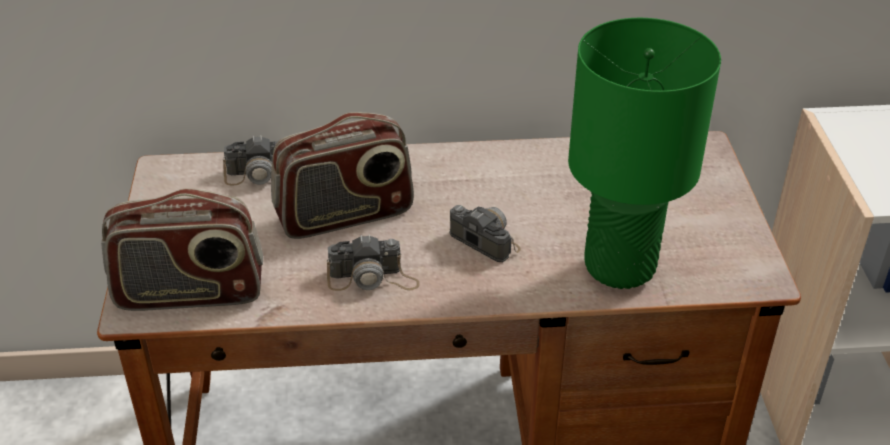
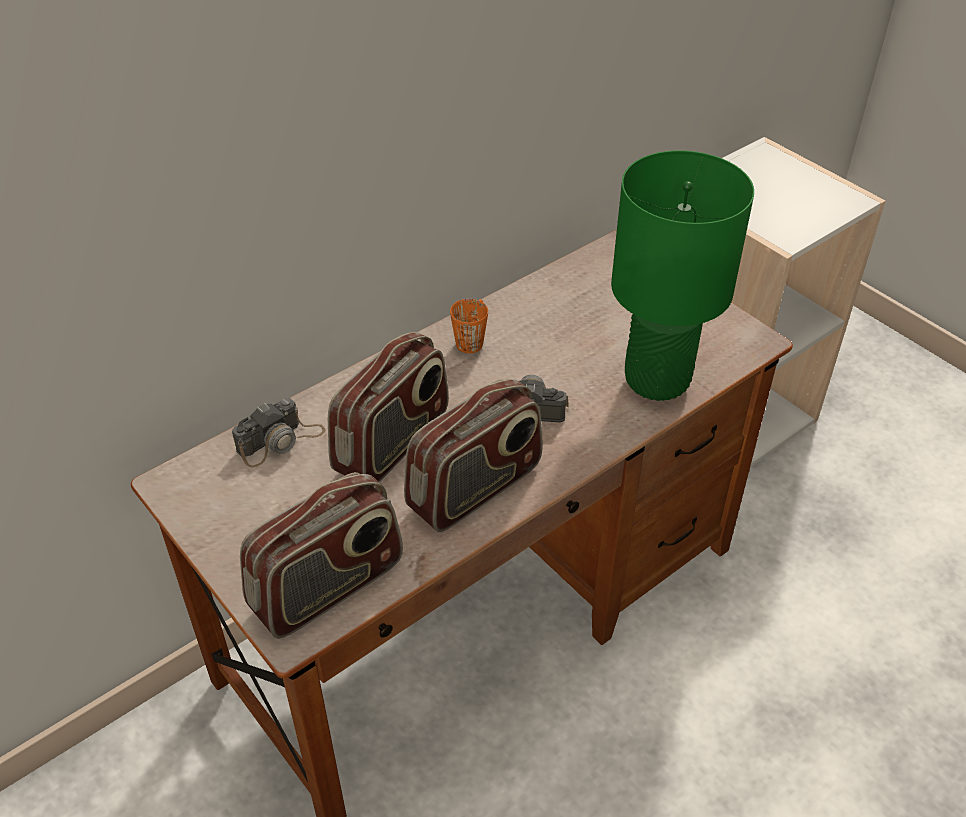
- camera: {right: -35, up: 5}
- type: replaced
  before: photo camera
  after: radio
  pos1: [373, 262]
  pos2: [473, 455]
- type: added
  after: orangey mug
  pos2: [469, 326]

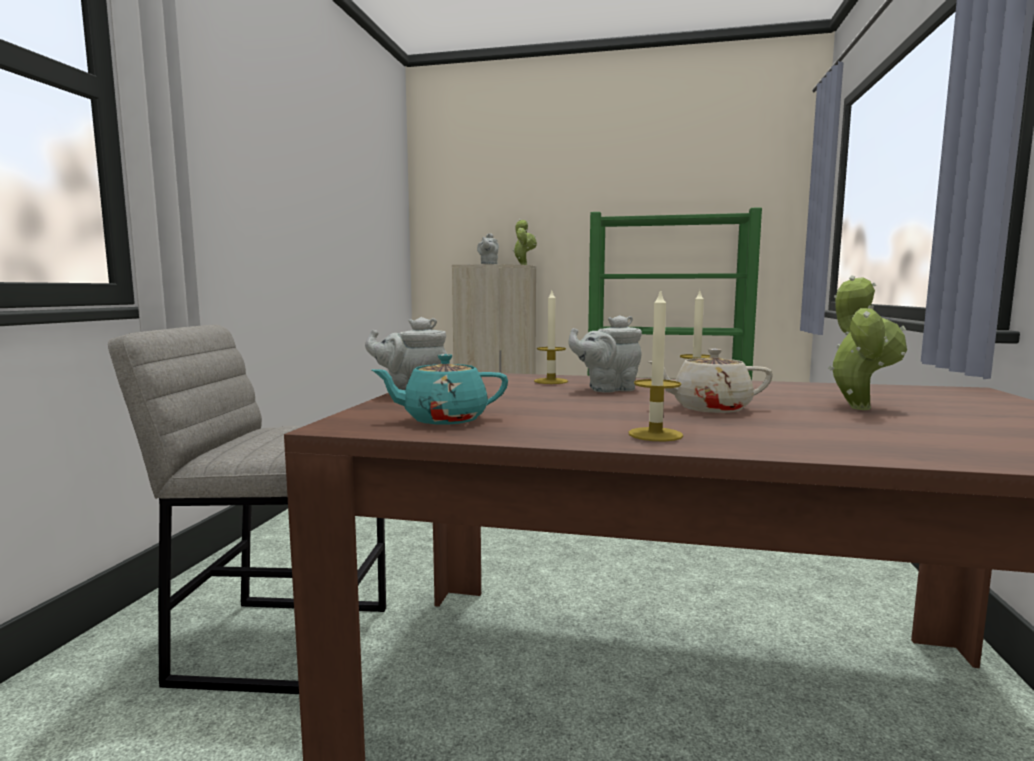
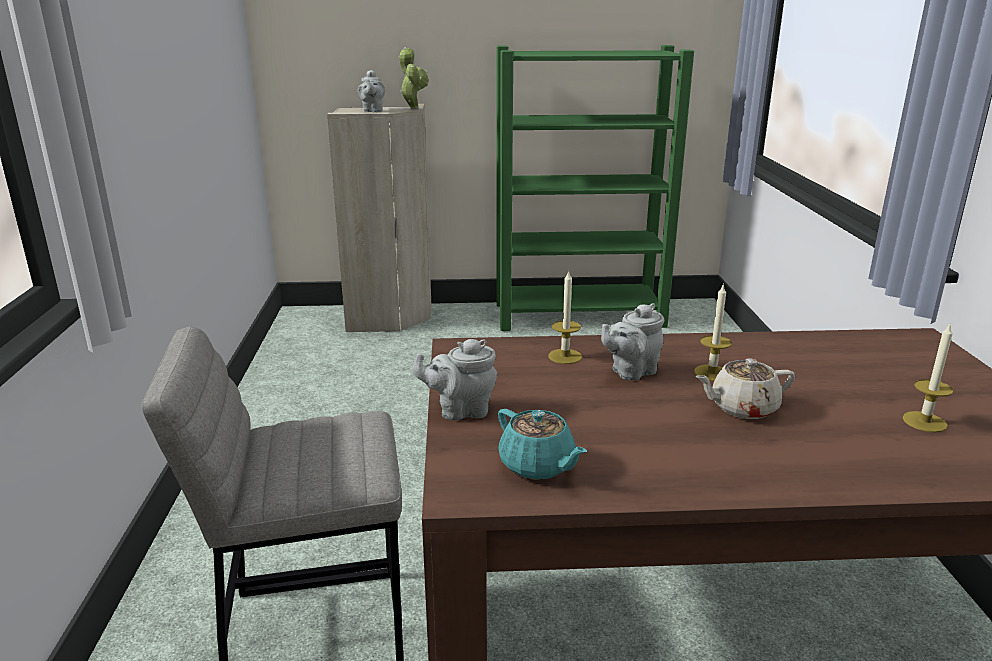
- camera: {right: -15, up: 15}
- type: removed
  before: houseplant
  pos1: [867, 342]
- type: moved
  before: wax candle
  pos1: [655, 364]
  pos2: [928, 378]
- type: turned
  before: turquoise teapot
  pos1: [440, 389]
  pos2: [542, 444]
  turn: -105

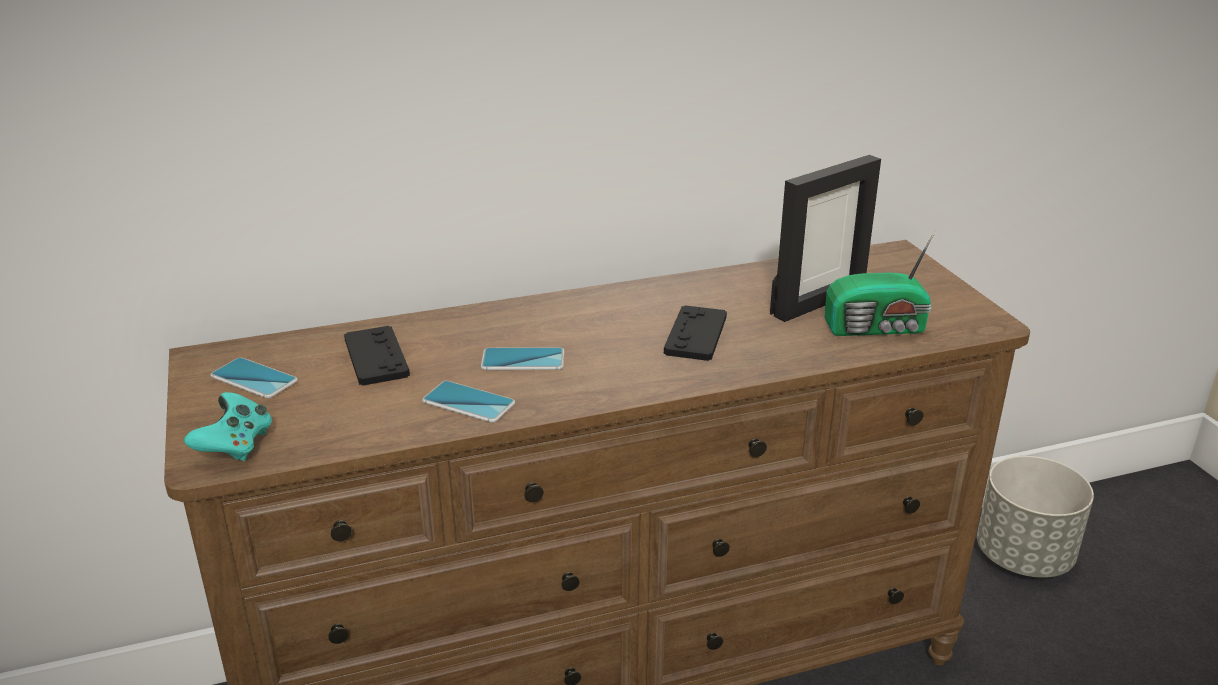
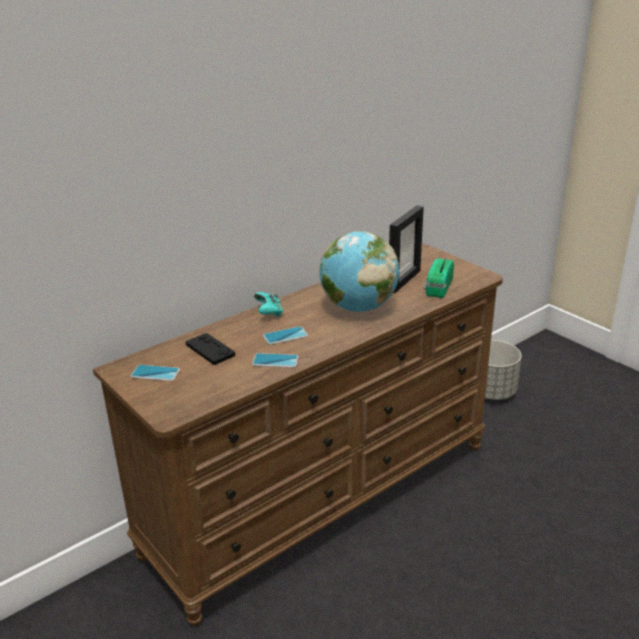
- camera: {right: -20, up: 0}
- type: turned
  before: radio
  pos1: [880, 283]
  pos2: [439, 278]
  turn: 135
- type: replaced
  before: black joypad
  after: desk globe
  pos1: [695, 333]
  pos2: [359, 271]
- type: moved
  before: turquoise joypad
  pos1: [228, 426]
  pos2: [268, 304]

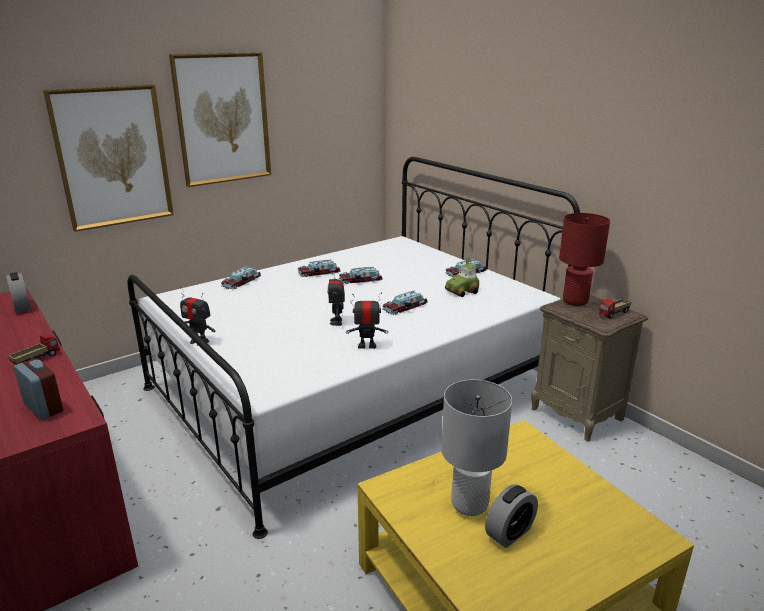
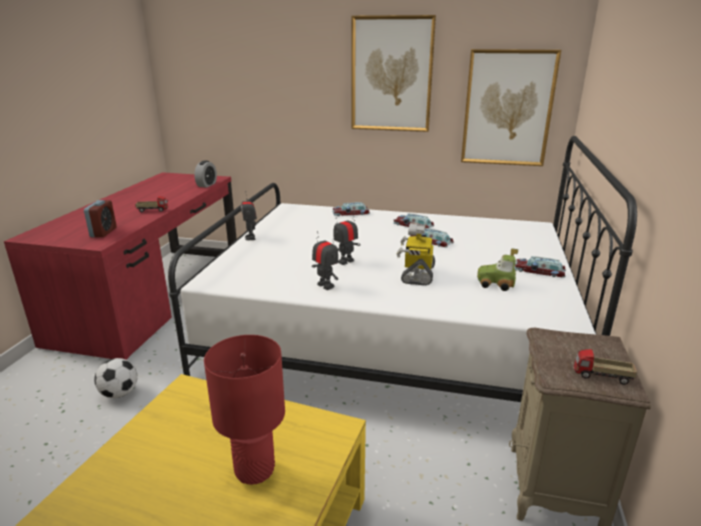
- camera: {right: 50, up: 0}
- type: moved
  before: wall art
  pos1: [108, 158]
  pos2: [511, 107]
- type: moved
  before: red-coloured lamp for a table
  pos1: [584, 259]
  pos2: [244, 410]
- type: replaced
  before: model car
  after: model robot
  pos1: [405, 302]
  pos2: [416, 254]
- type: removed
  before: gray lamp for a table
  pos1: [476, 448]
- type: removed
  before: bedside clock
  pos1: [511, 516]
- type: added
  after: football ball
  pos2: [115, 378]

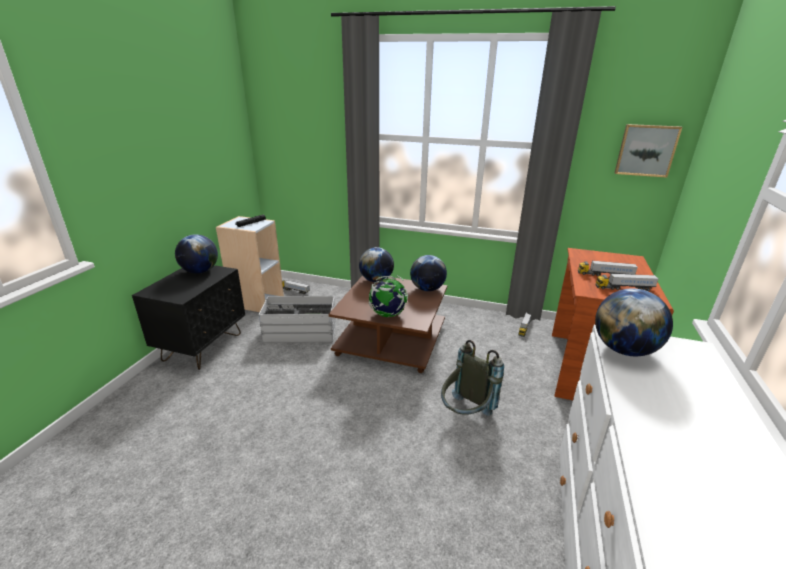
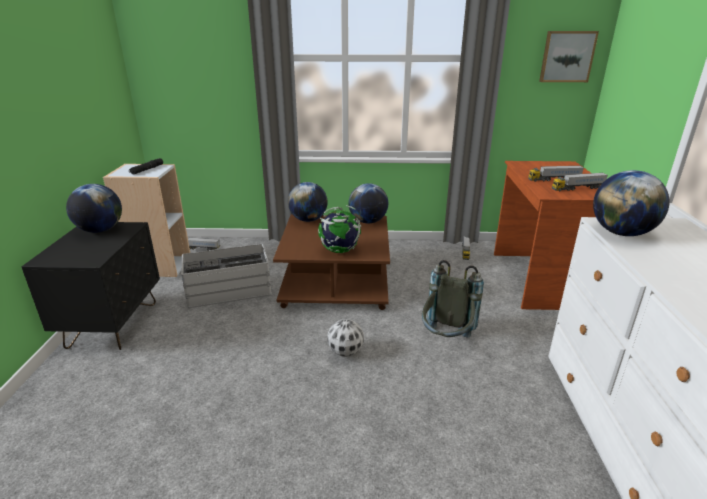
- camera: {right: -15, up: 0}
- type: added
  after: football ball
  pos2: [345, 338]

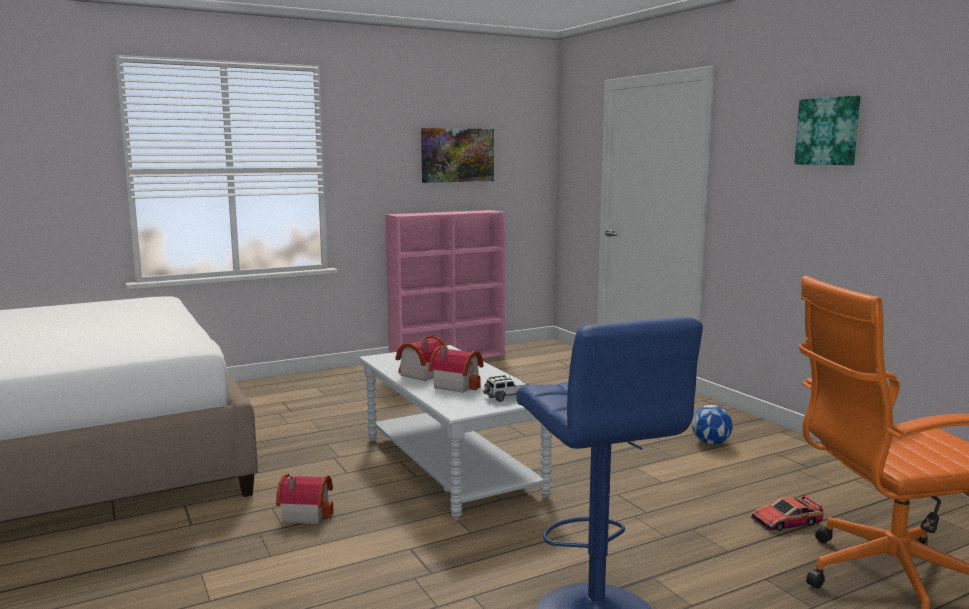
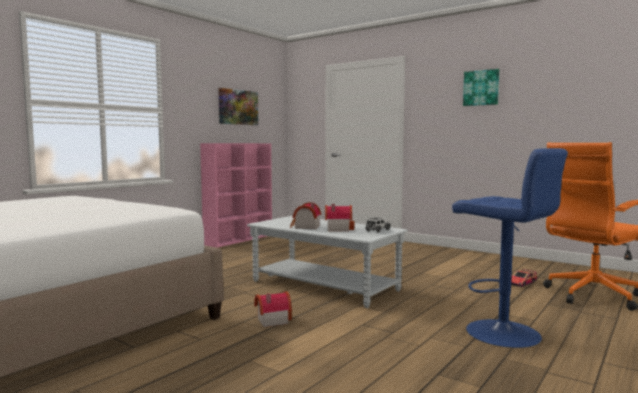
- camera: {right: -25, up: -5}
- type: removed
  before: football ball
  pos1: [712, 425]

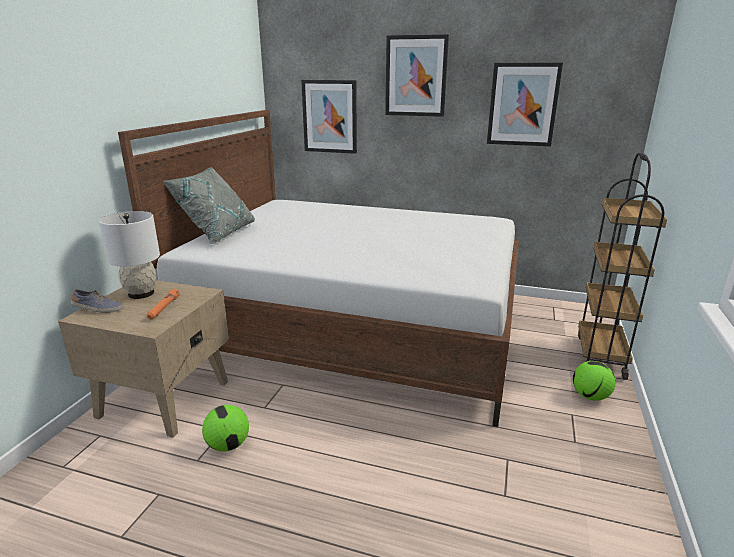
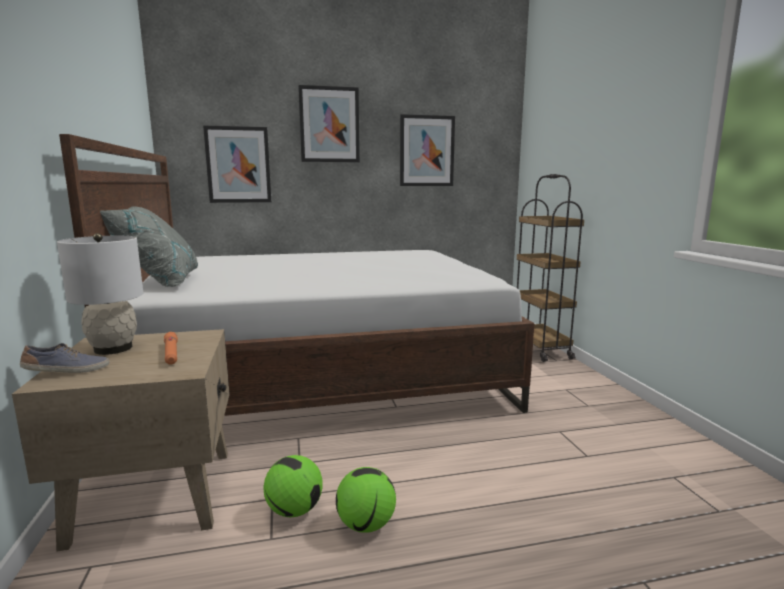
- camera: {right: -30, up: -10}
- type: moved
  before: football ball
  pos1: [594, 381]
  pos2: [366, 500]

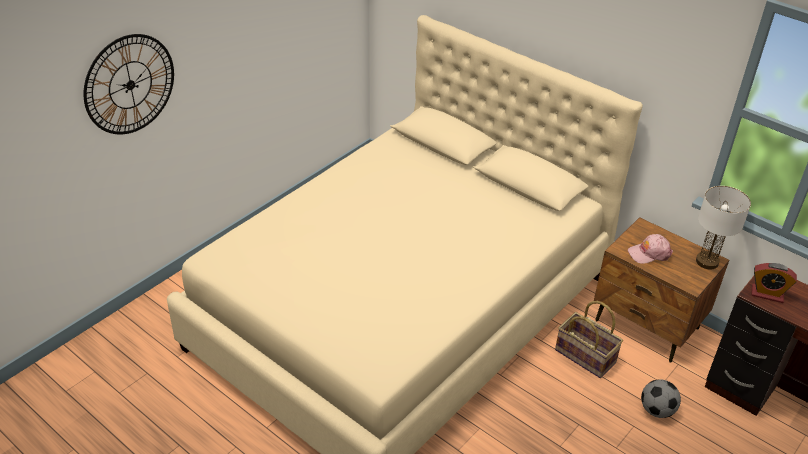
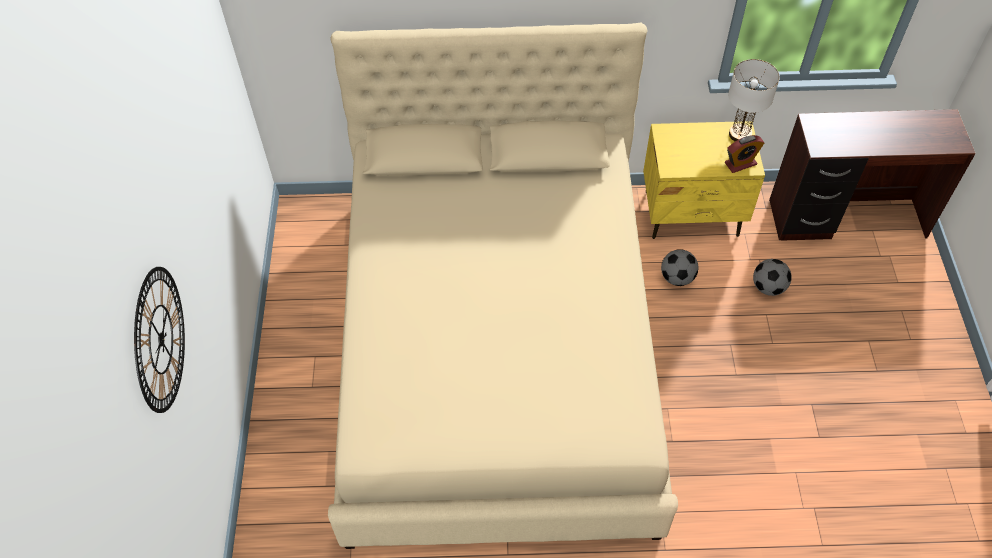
- camera: {right: -40, up: 15}
- type: recoloured
  before: brownish bedside table
  after: yellow bedside table
  pos1: [661, 290]
  pos2: [704, 180]
- type: removed
  before: pinkish peaked cap
  pos1: [650, 249]
- type: moved
  before: bedside clock
  pos1: [774, 283]
  pos2: [745, 154]
- type: replaced
  before: basket
  after: football ball
  pos1: [589, 339]
  pos2: [680, 267]

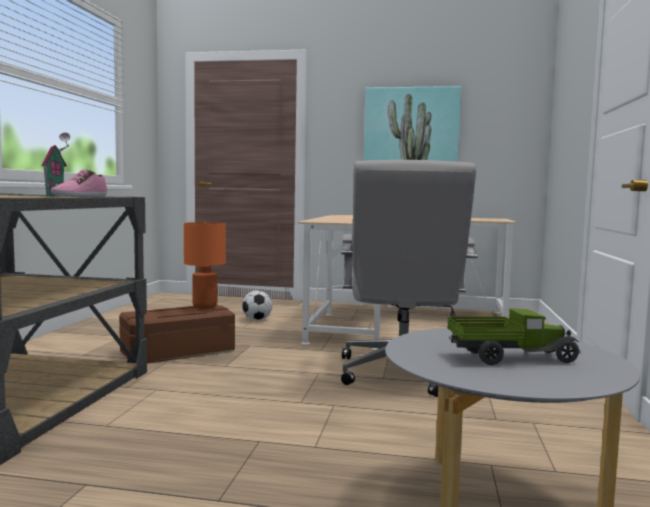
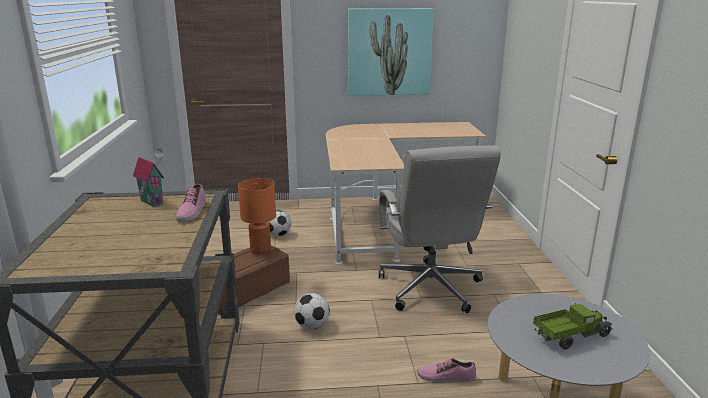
- camera: {right: -15, up: 15}
- type: added
  after: football ball
  pos2: [312, 311]
- type: added
  after: item of footwear
  pos2: [446, 370]

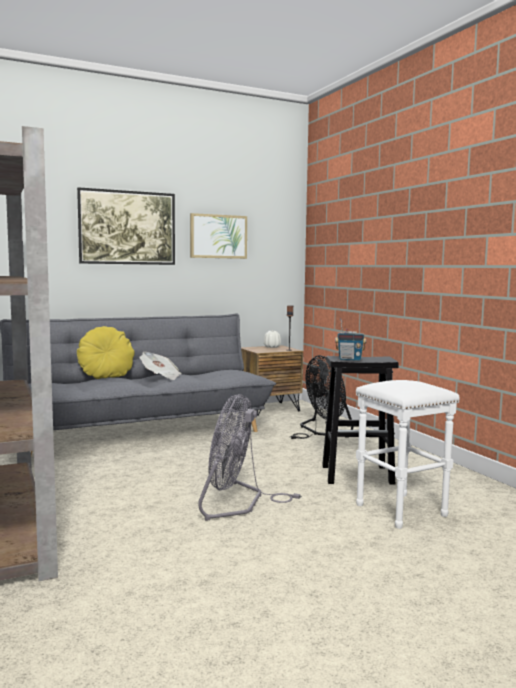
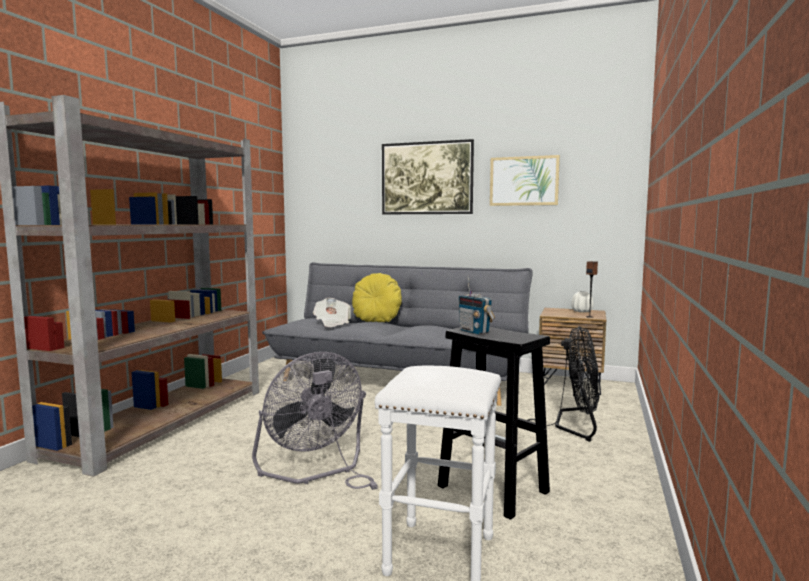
- camera: {right: 45, up: 0}
- type: moved
  before: daily paper
  pos1: [161, 366]
  pos2: [332, 312]

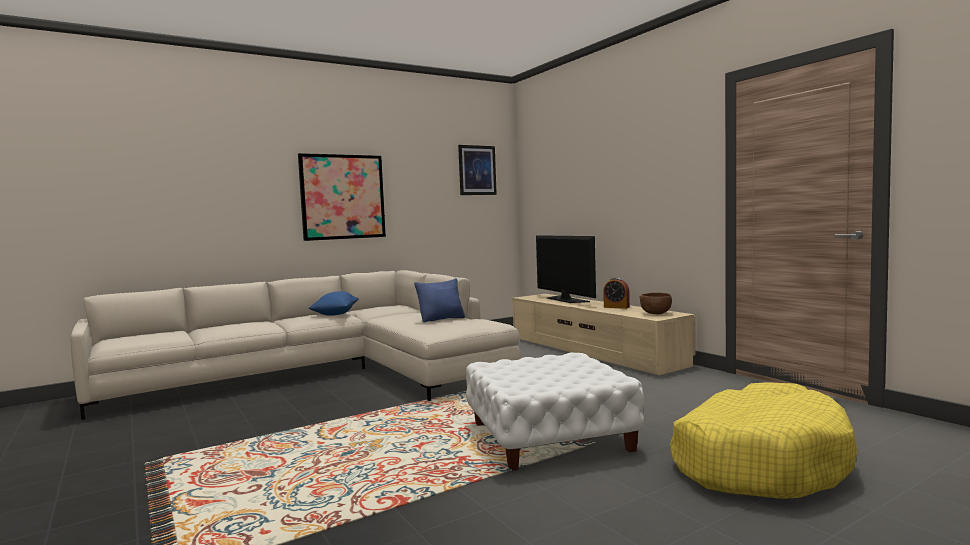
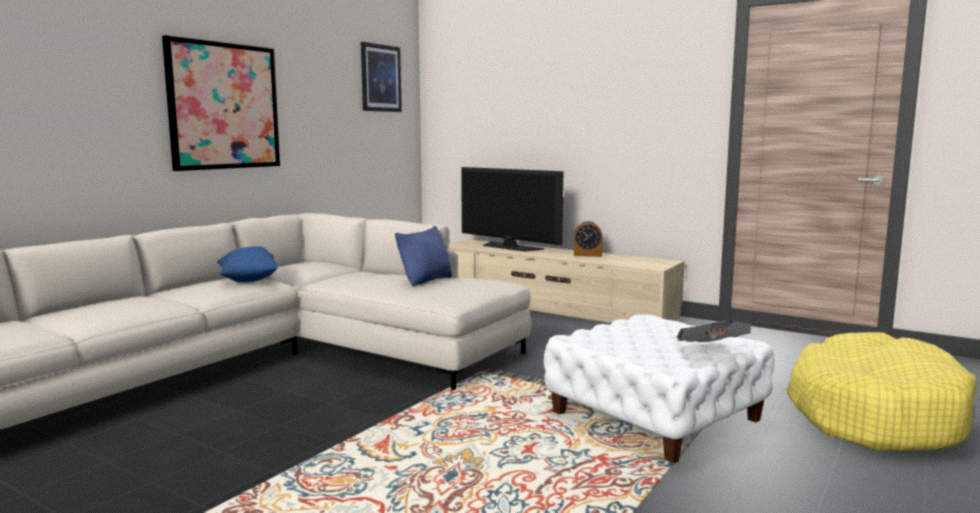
- camera: {right: -25, up: 5}
- type: removed
  before: brownish deep dish
  pos1: [655, 303]
- type: added
  after: daily paper
  pos2: [714, 331]

